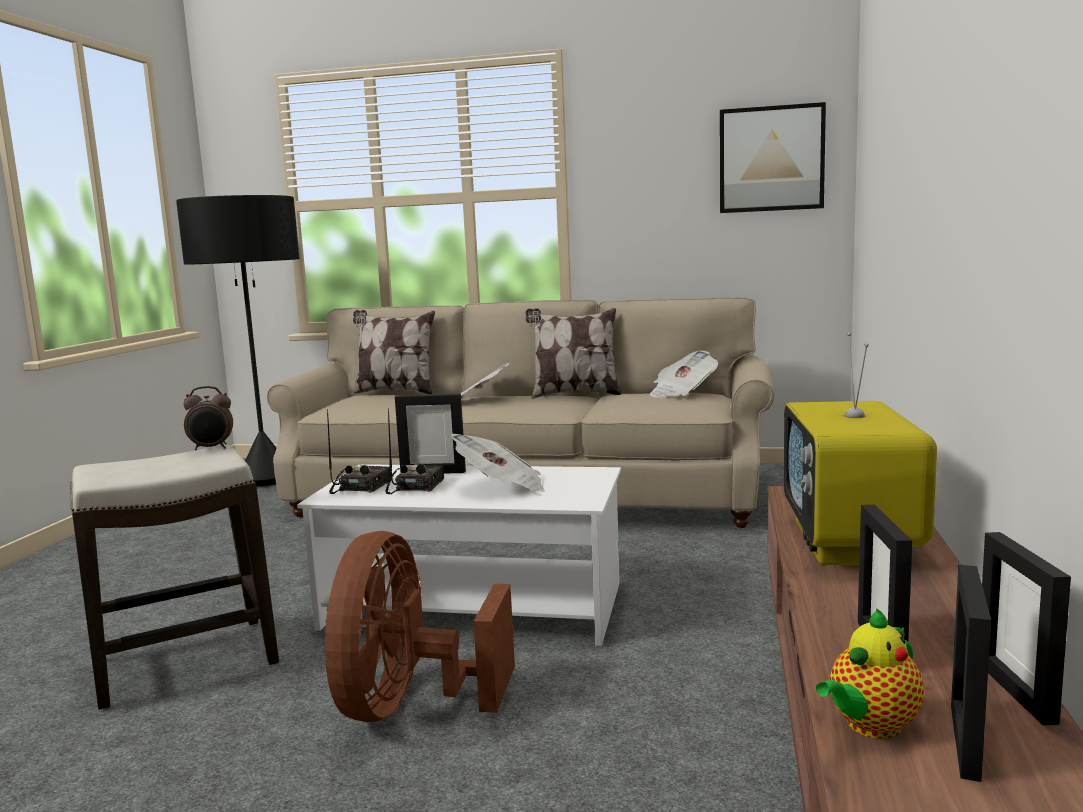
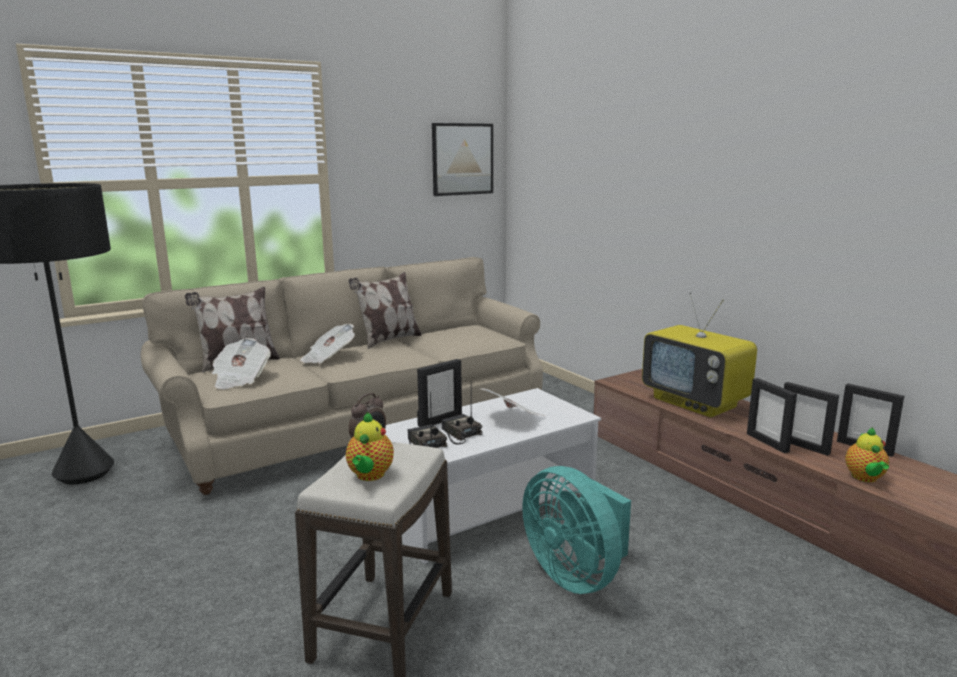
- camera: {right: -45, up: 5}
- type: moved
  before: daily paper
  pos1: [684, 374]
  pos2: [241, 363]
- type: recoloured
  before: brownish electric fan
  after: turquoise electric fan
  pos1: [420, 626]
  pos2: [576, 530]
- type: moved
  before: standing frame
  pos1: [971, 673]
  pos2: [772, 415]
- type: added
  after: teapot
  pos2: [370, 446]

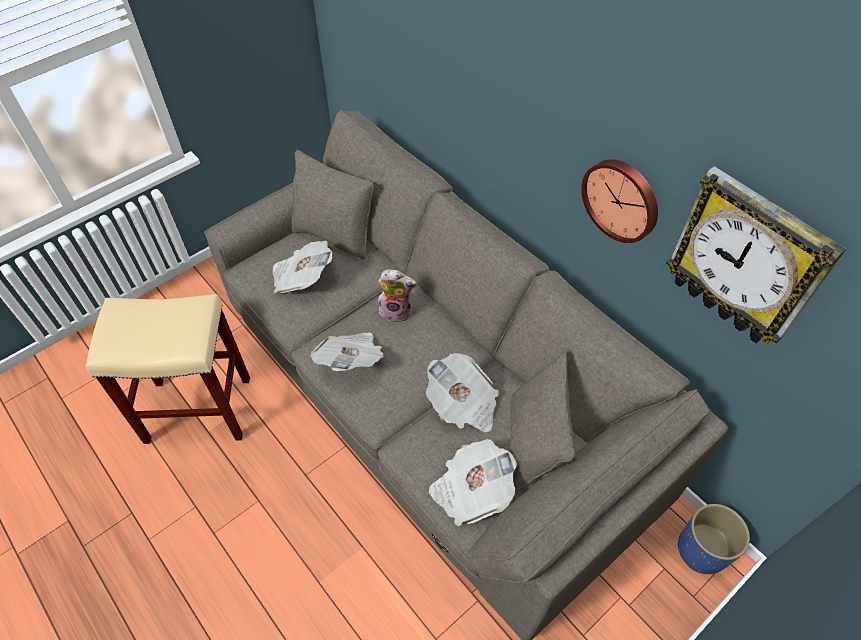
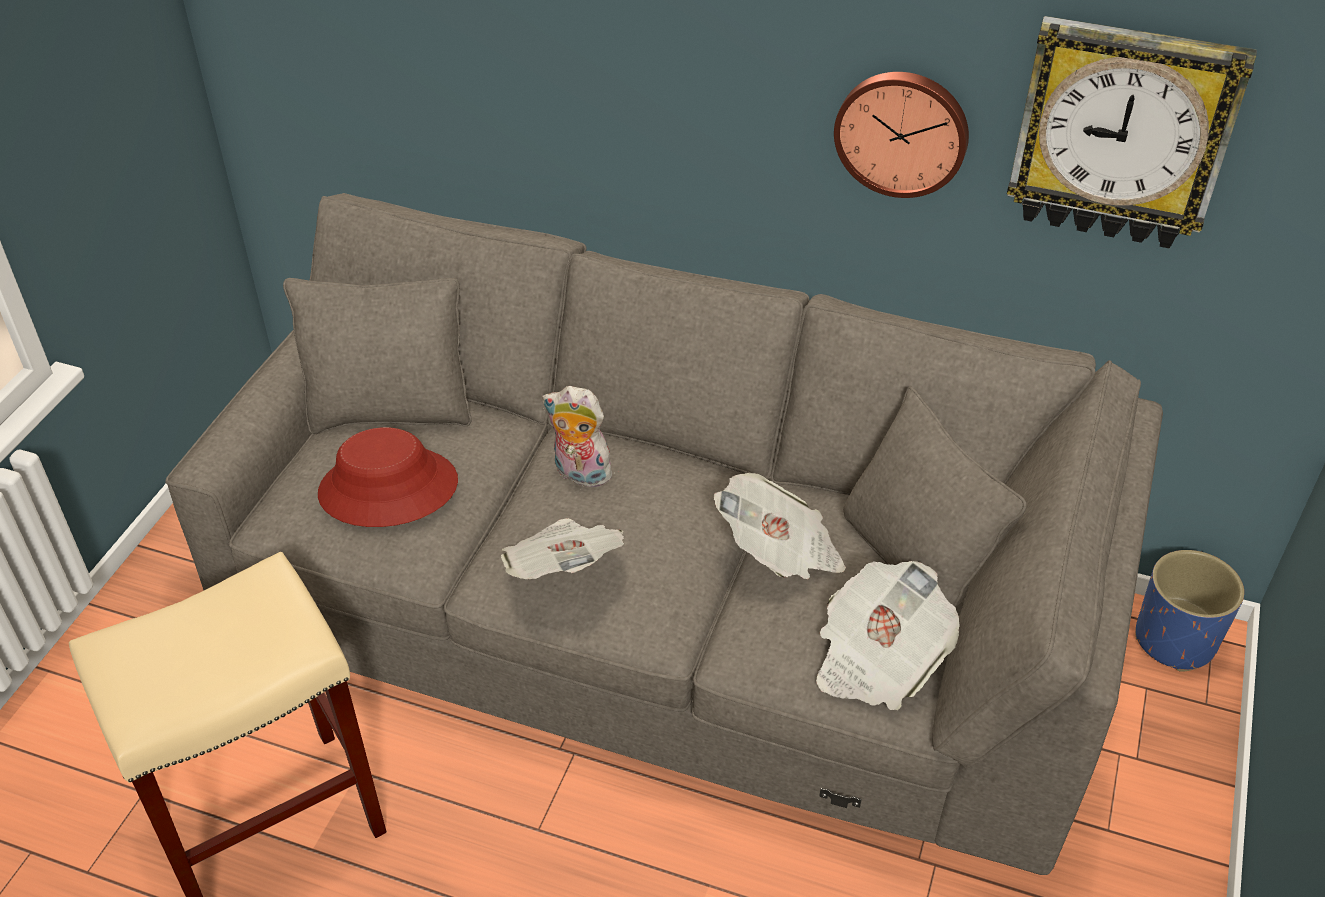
- camera: {right: -30, up: -10}
- type: replaced
  before: daily paper
  after: red-coloured hat
  pos1: [302, 267]
  pos2: [388, 477]
- type: turned
  before: soft toy
  pos1: [397, 296]
  pos2: [577, 438]
  turn: -135

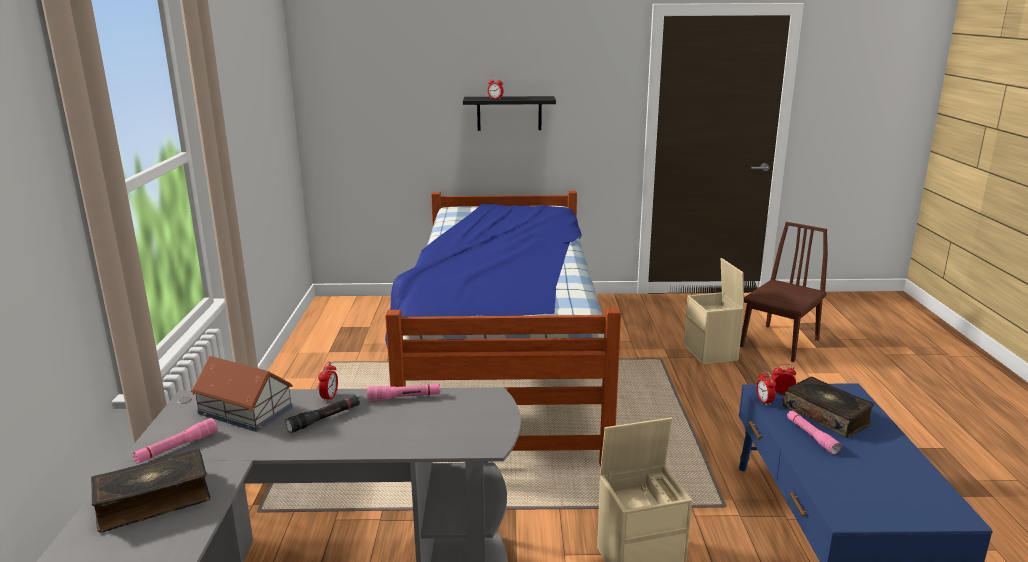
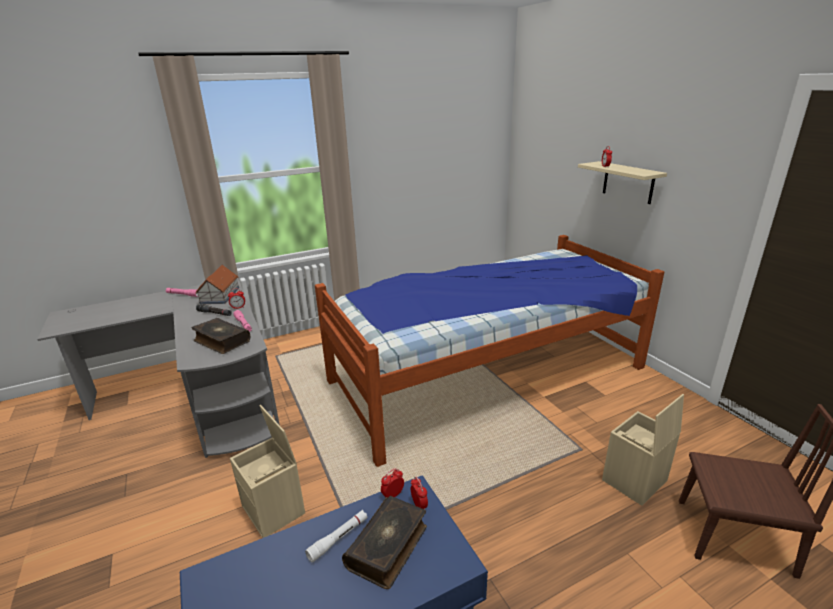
- camera: {right: 65, up: 5}
- type: recoloured
  before: black bracket shelf
  after: beige-coloured bracket shelf
  pos1: [509, 113]
  pos2: [622, 182]
- type: recoloured
  before: pinkish torch
  after: white-coloured torch
  pos1: [814, 432]
  pos2: [336, 536]
- type: moved
  before: bound book
  pos1: [151, 491]
  pos2: [220, 336]

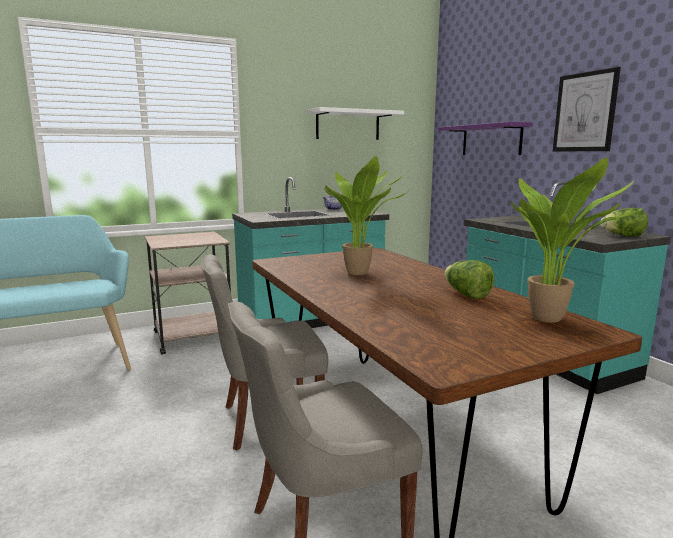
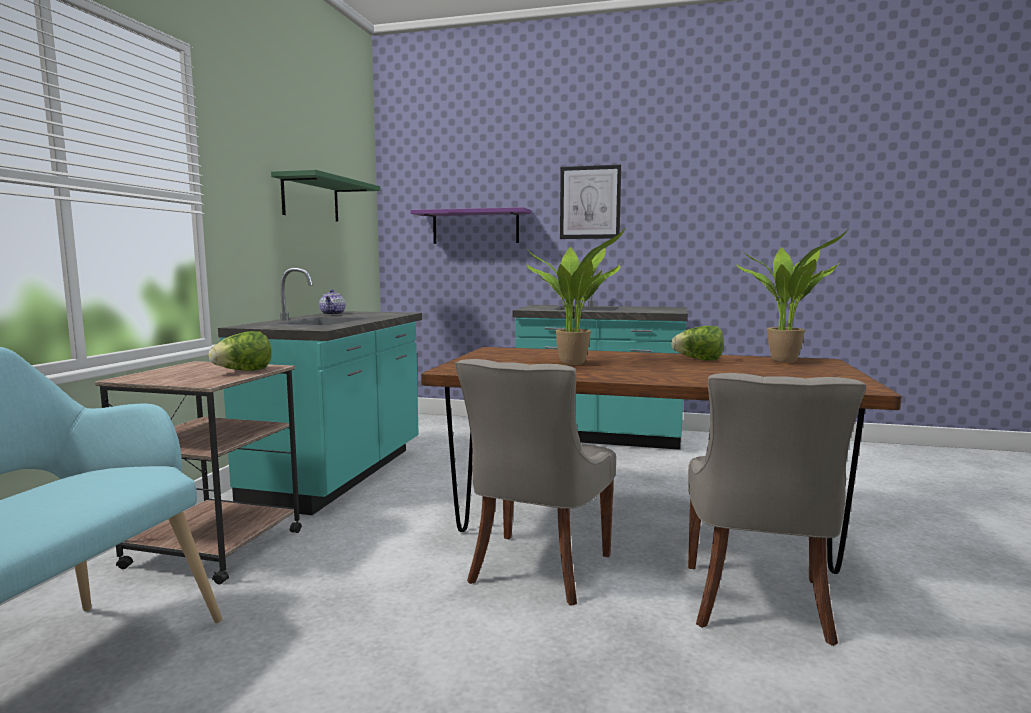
- camera: {right: -50, up: -5}
- type: recoloured
  before: white-coloured bracket shelf
  after: green-coloured bracket shelf
  pos1: [355, 123]
  pos2: [325, 196]
- type: moved
  before: lettuce head
  pos1: [624, 222]
  pos2: [240, 351]

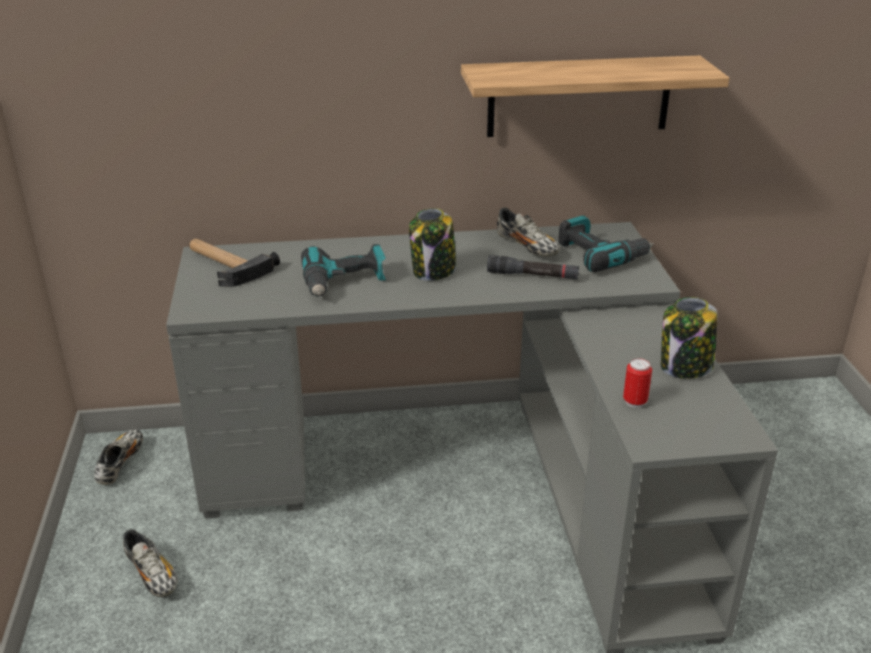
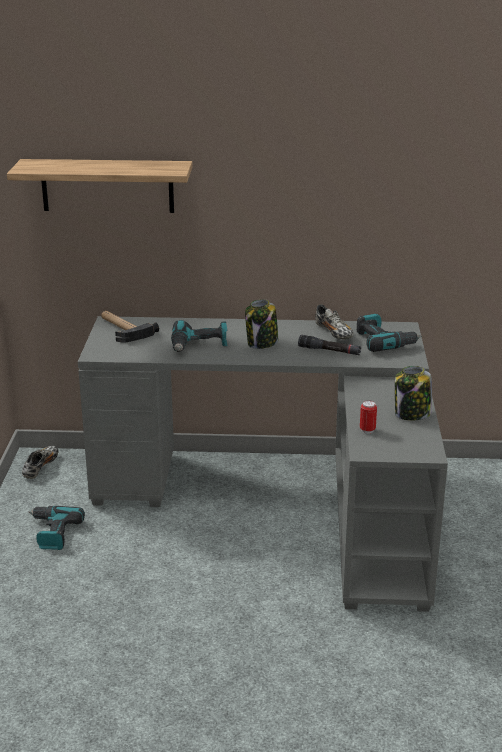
- camera: {right: 10, up: -5}
- type: moved
  before: bracket shelf
  pos1: [595, 96]
  pos2: [100, 186]
- type: replaced
  before: item of footwear
  after: drill
  pos1: [150, 563]
  pos2: [56, 528]

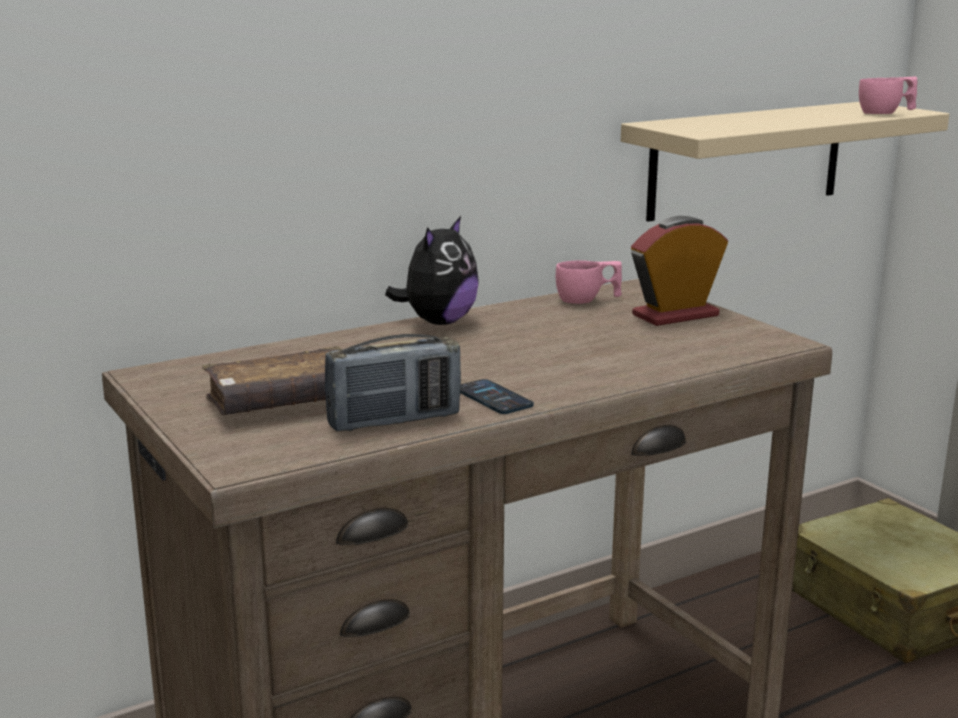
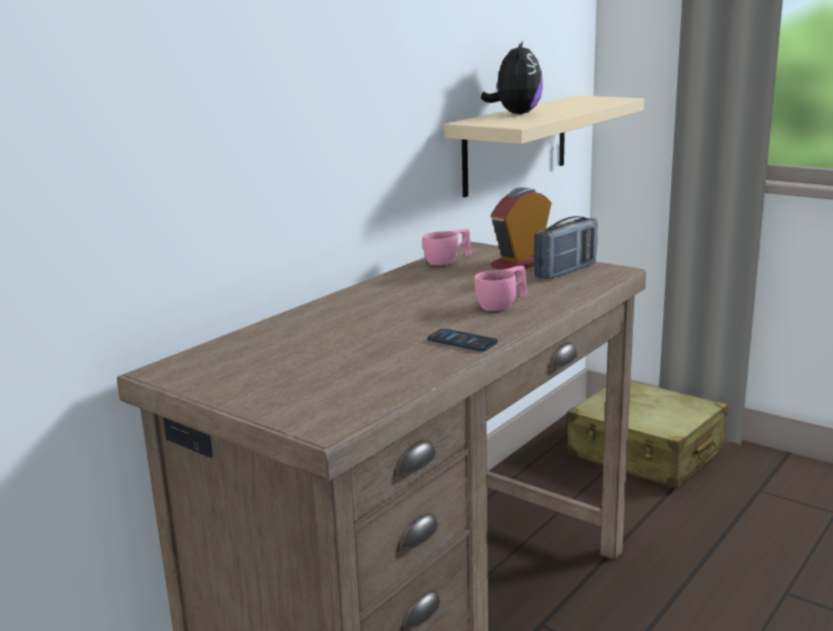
- camera: {right: -20, up: 0}
- type: moved
  before: pinkish cup
  pos1: [888, 95]
  pos2: [501, 288]
- type: moved
  before: soft toy
  pos1: [432, 270]
  pos2: [512, 77]
- type: moved
  before: radio
  pos1: [393, 383]
  pos2: [565, 247]
- type: removed
  before: brownish bound book
  pos1: [271, 380]

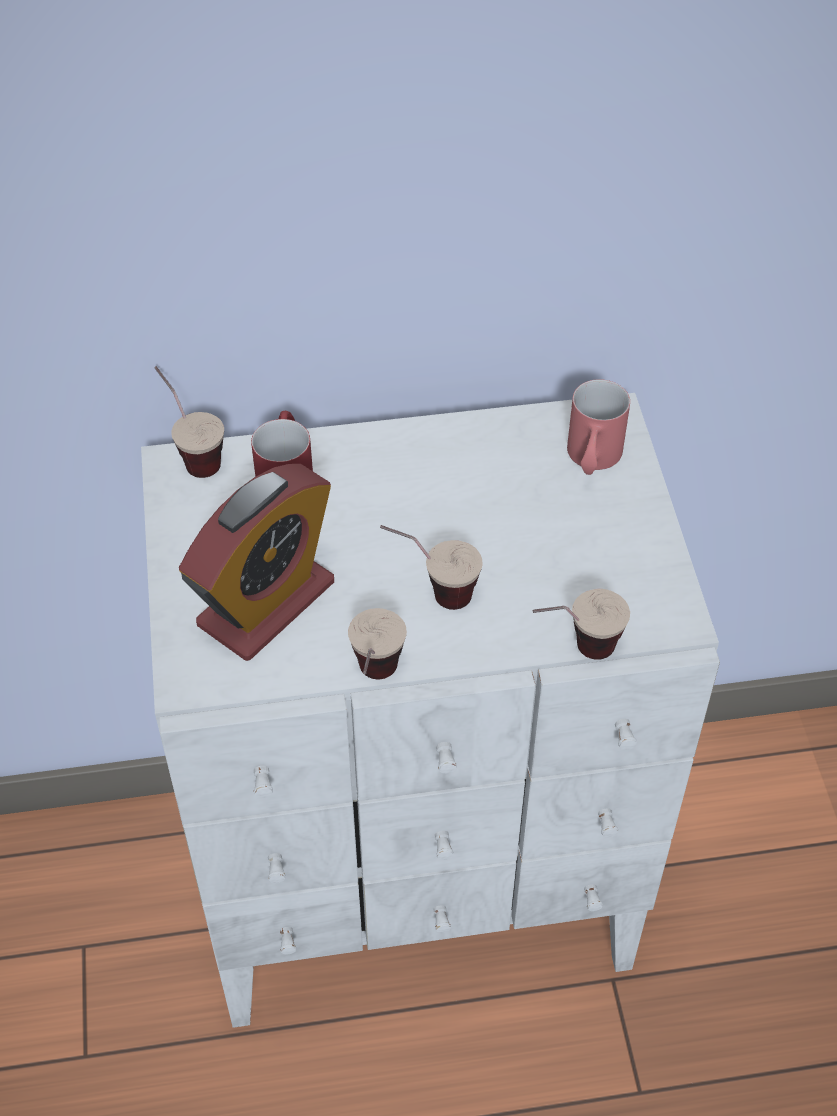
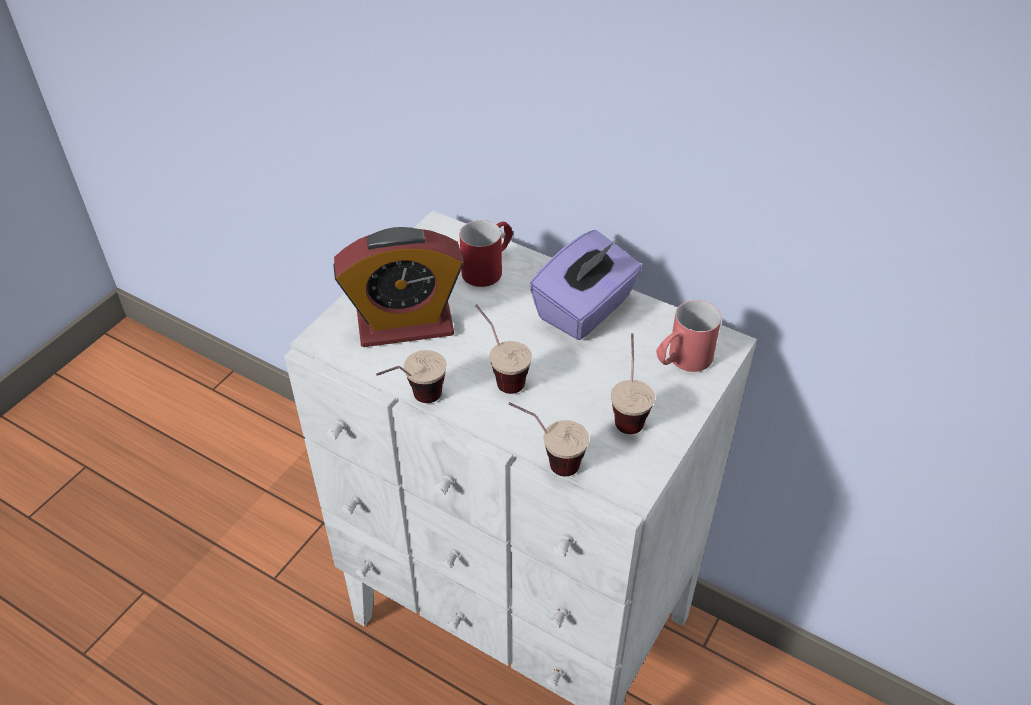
- camera: {right: 40, up: -5}
- type: moved
  before: cup
  pos1: [189, 422]
  pos2: [633, 383]
- type: added
  after: purple tissue holder
  pos2: [586, 285]

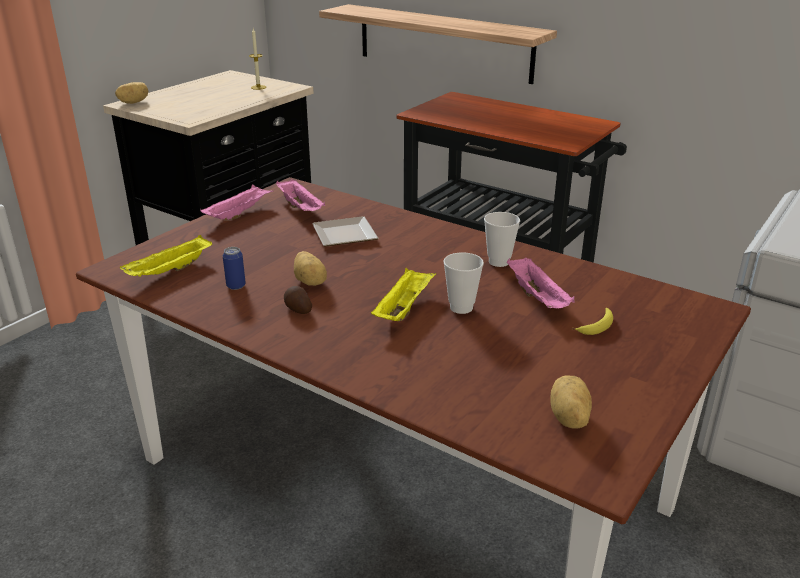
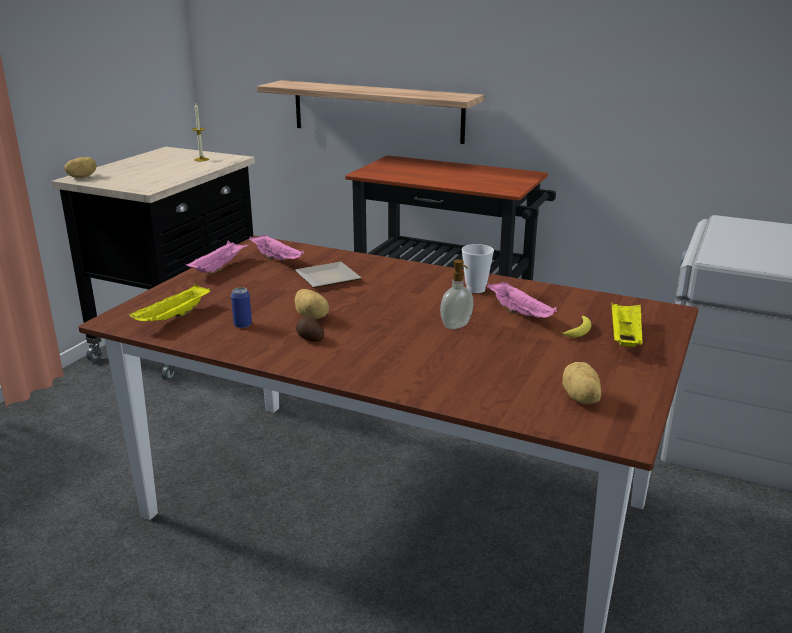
- camera: {right: -10, up: -5}
- type: replaced
  before: cup
  after: liquid soap bottle
  pos1: [463, 283]
  pos2: [456, 294]
- type: moved
  before: yellow tray
  pos1: [403, 294]
  pos2: [626, 324]

